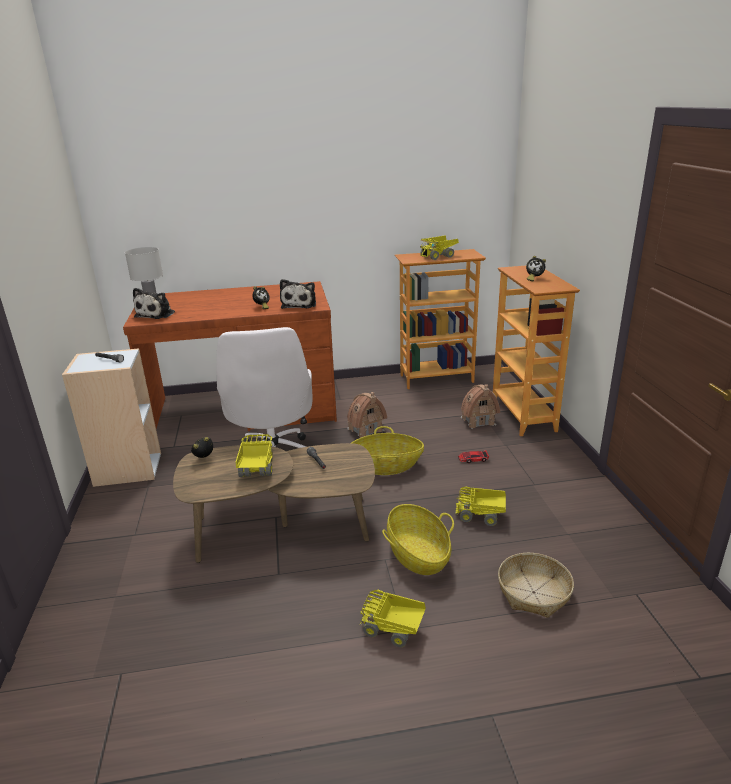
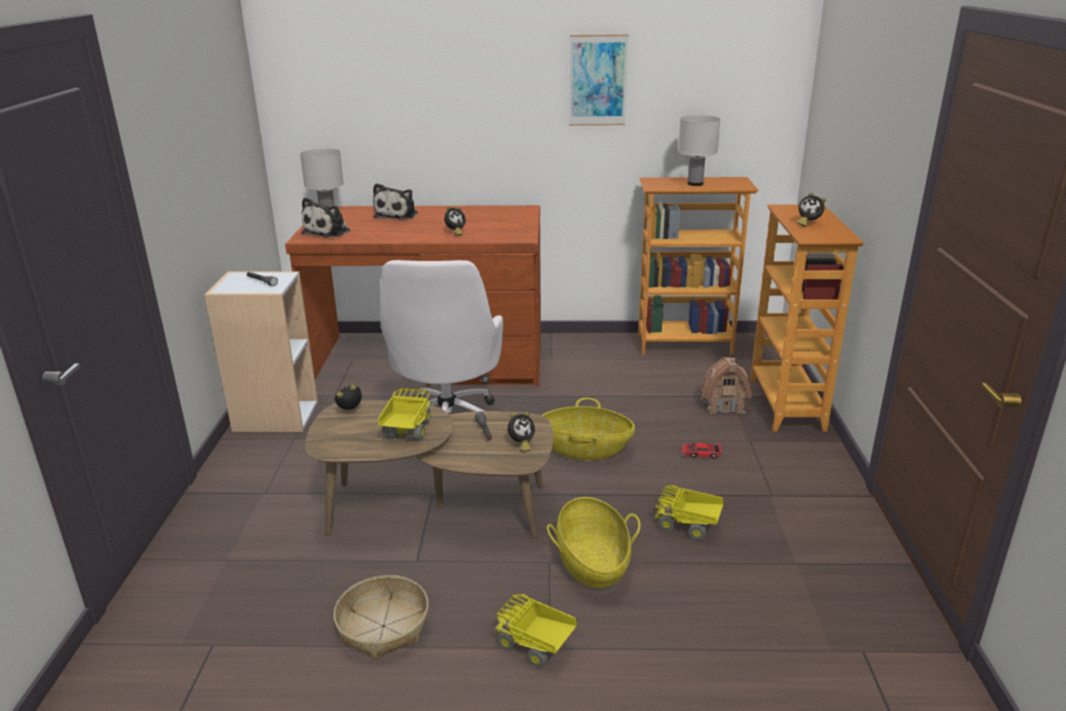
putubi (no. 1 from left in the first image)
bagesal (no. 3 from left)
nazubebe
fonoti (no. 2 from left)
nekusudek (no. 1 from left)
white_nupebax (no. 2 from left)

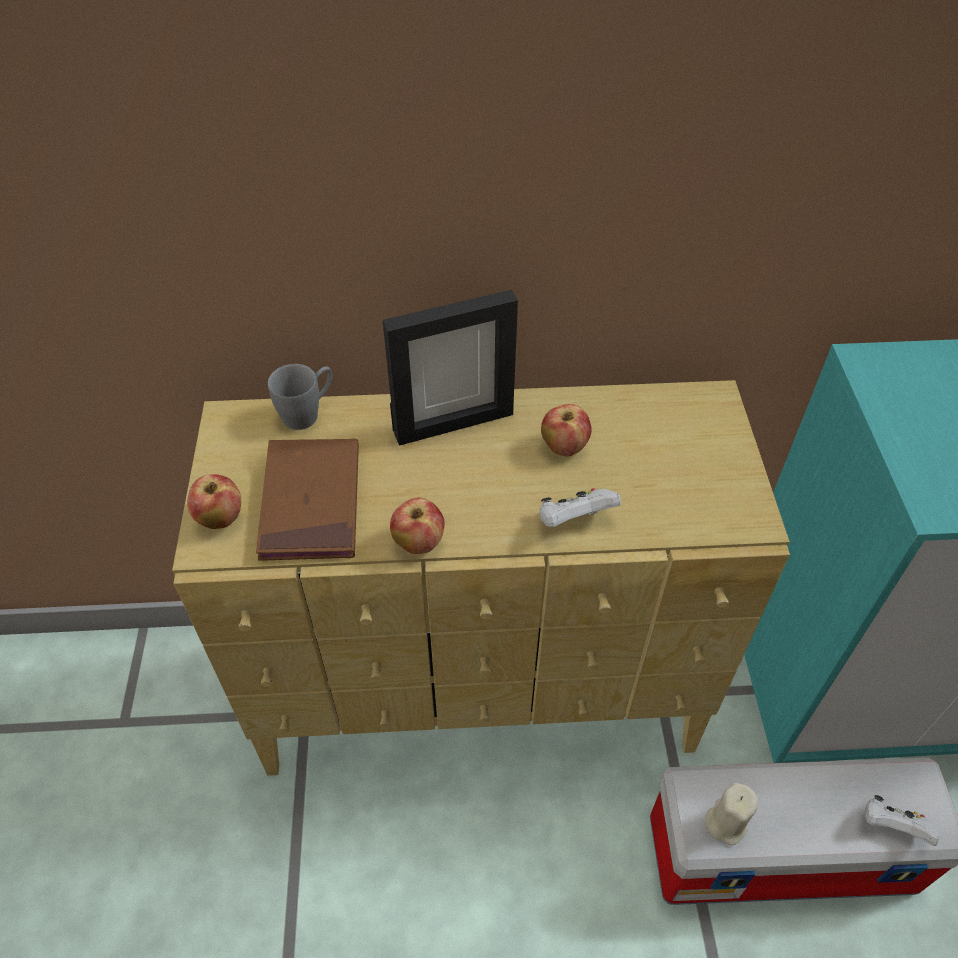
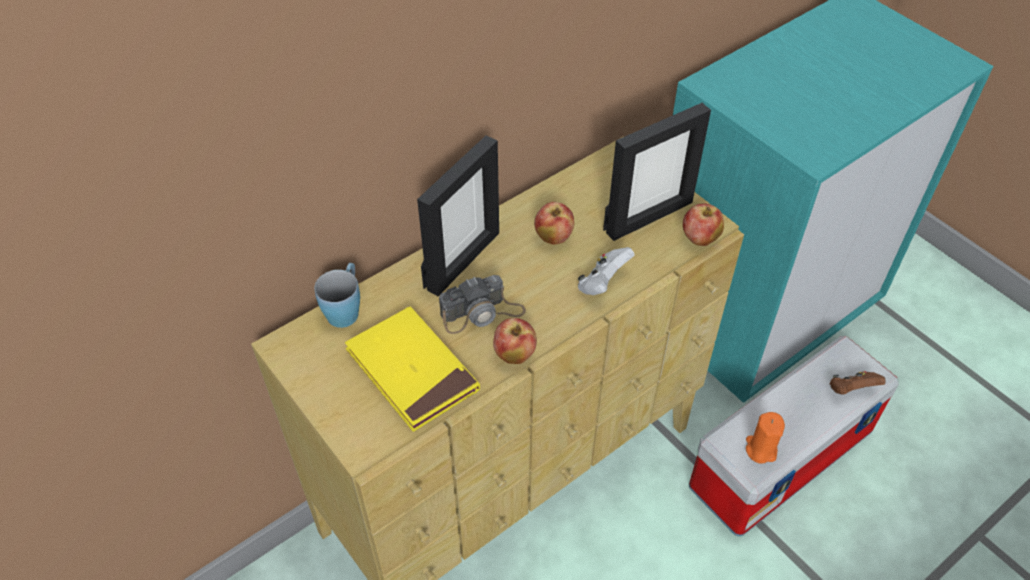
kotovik
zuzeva (no. 2 from left)
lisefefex (no. 3 from left)
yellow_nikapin
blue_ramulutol
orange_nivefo
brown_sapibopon

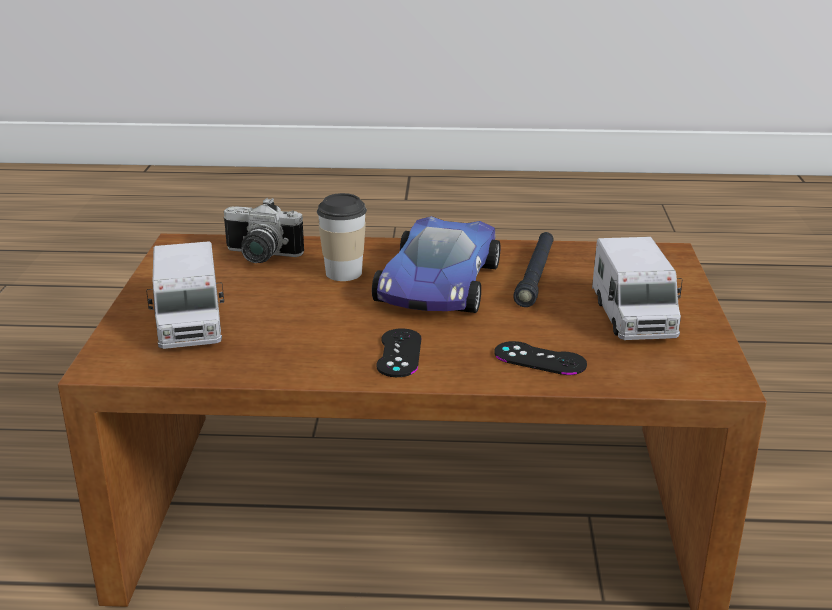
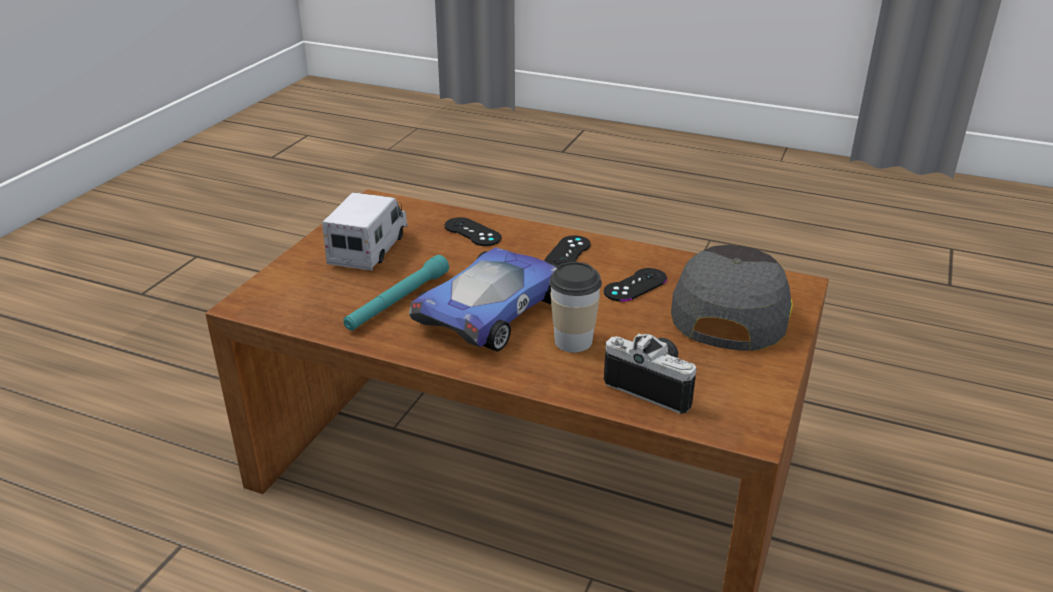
black_sapibopon (no. 3 from left)
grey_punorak
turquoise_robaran

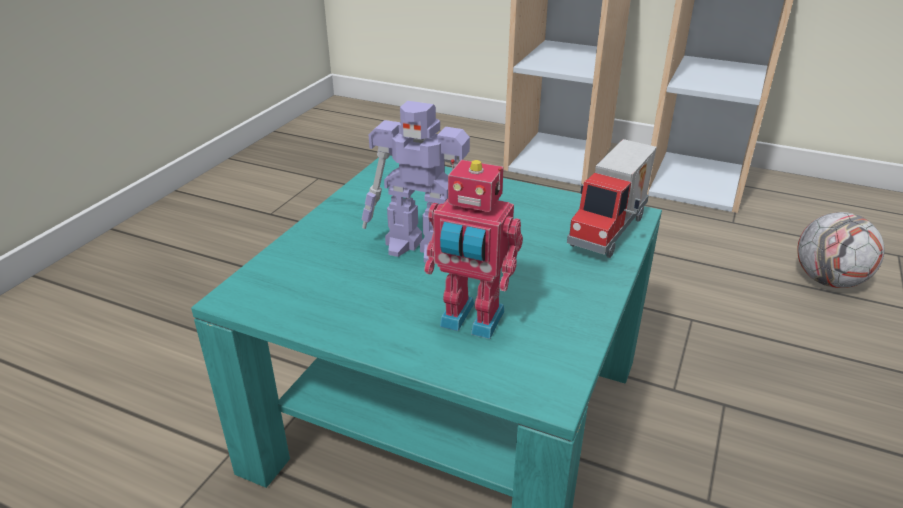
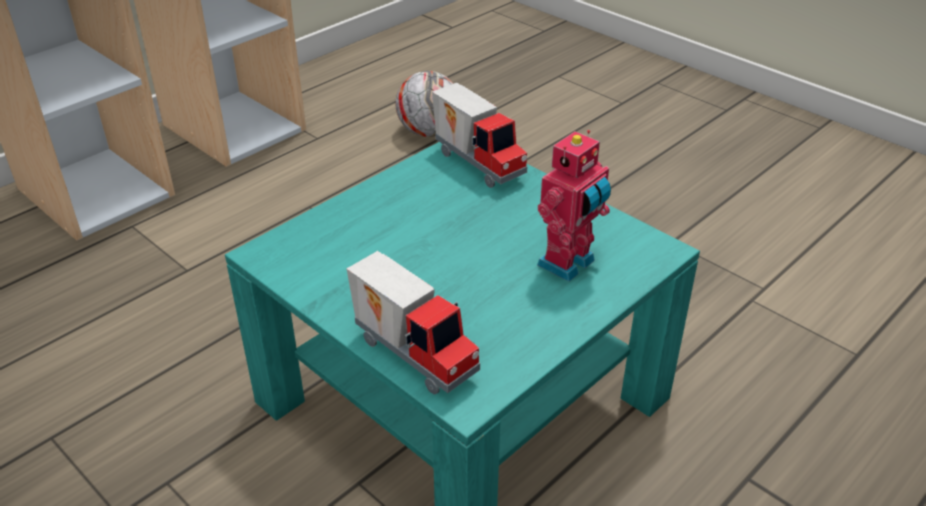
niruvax (no. 1 from left in the first image)
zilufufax (no. 1 from left)

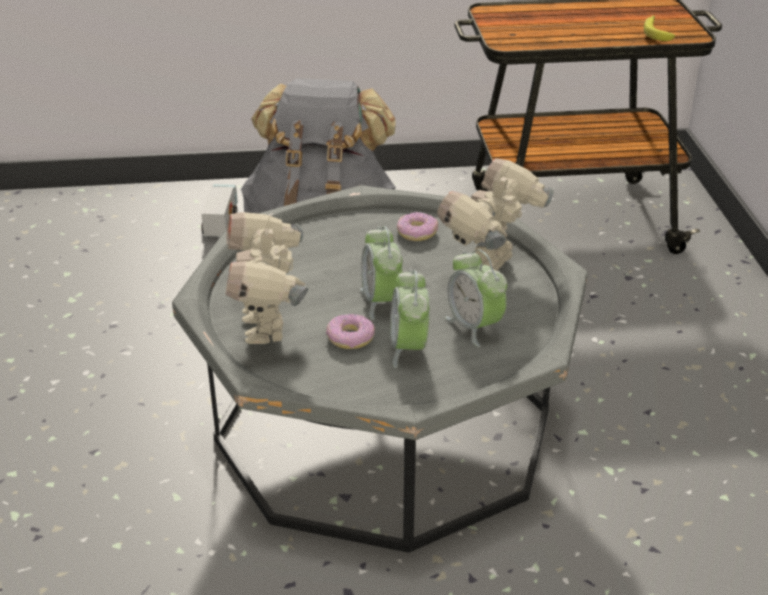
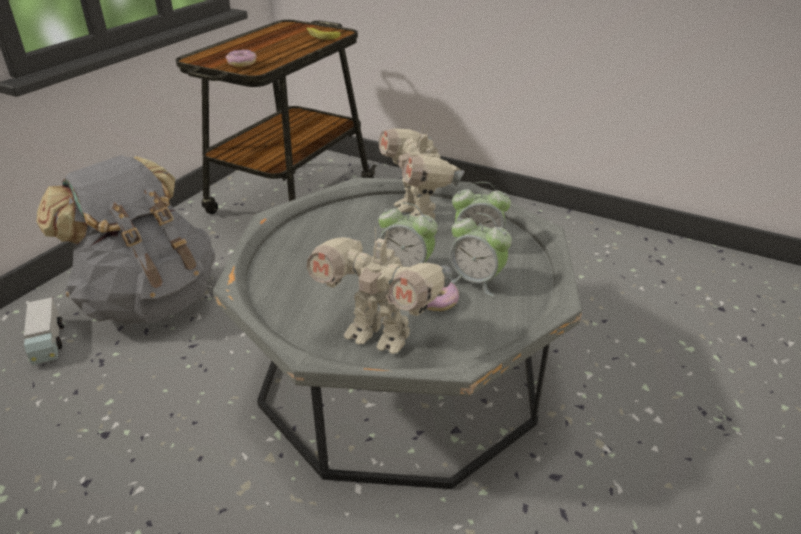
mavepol (no. 1 from left)
zilufufax

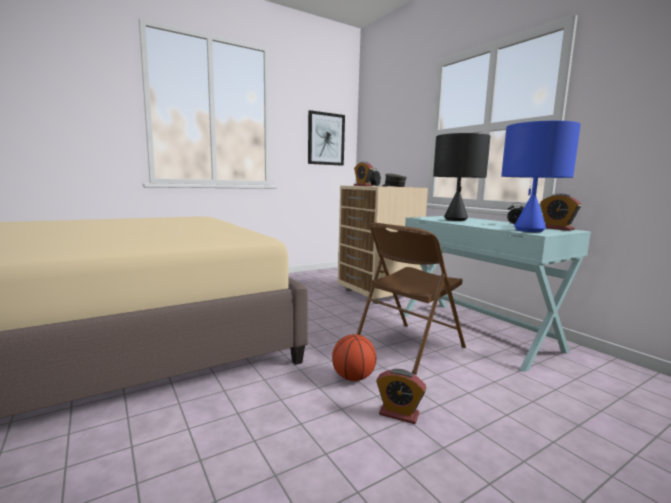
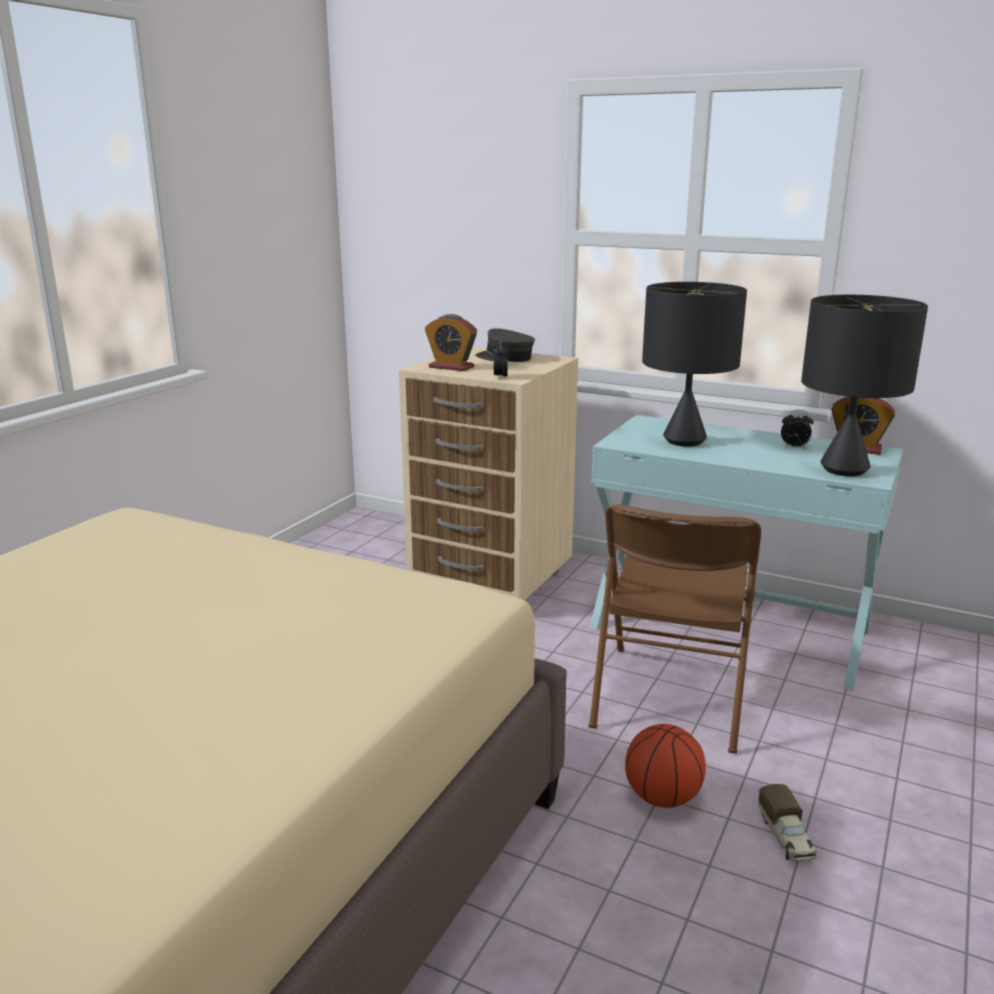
nazubebe
zilufufax
black_nupebax (no. 2 from left)

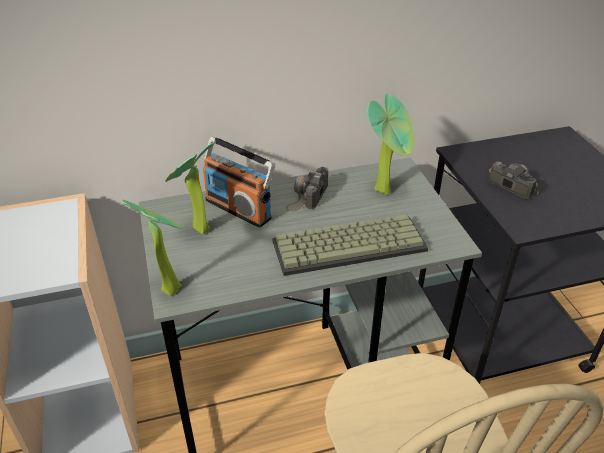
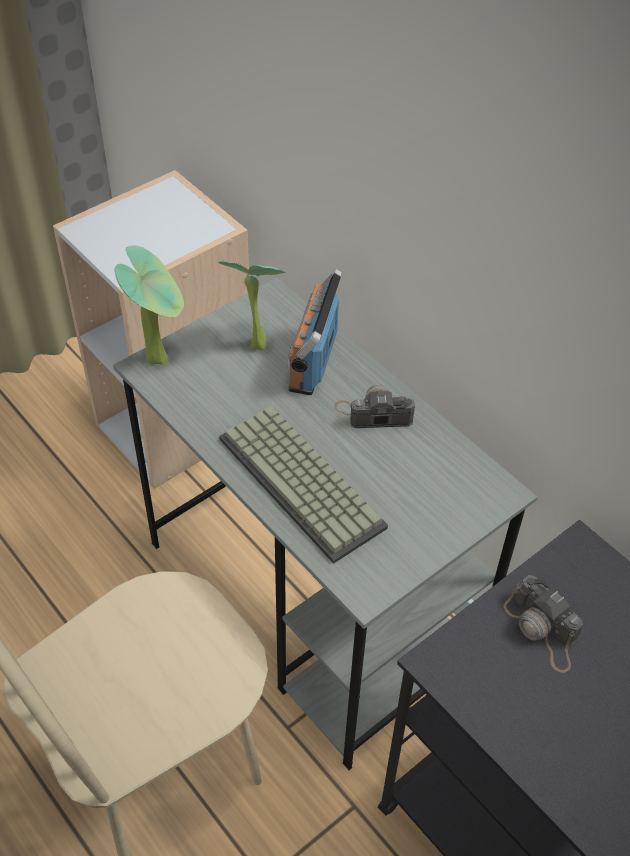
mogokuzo (no. 3 from left in the first image)
kotovik (no. 2 from left)

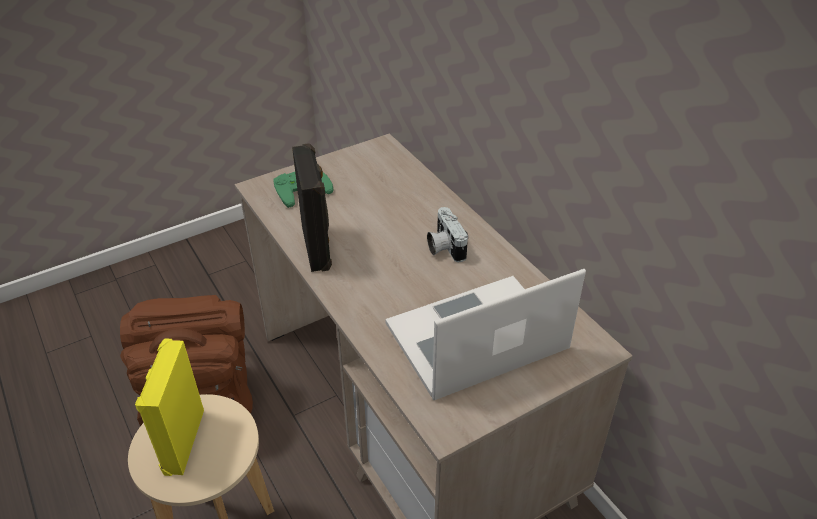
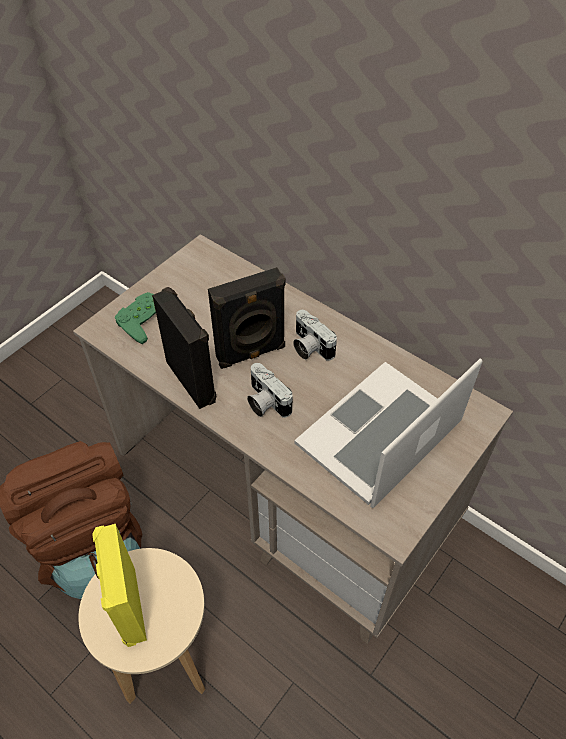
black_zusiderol (no. 2 from left)
kotovik (no. 1 from left)

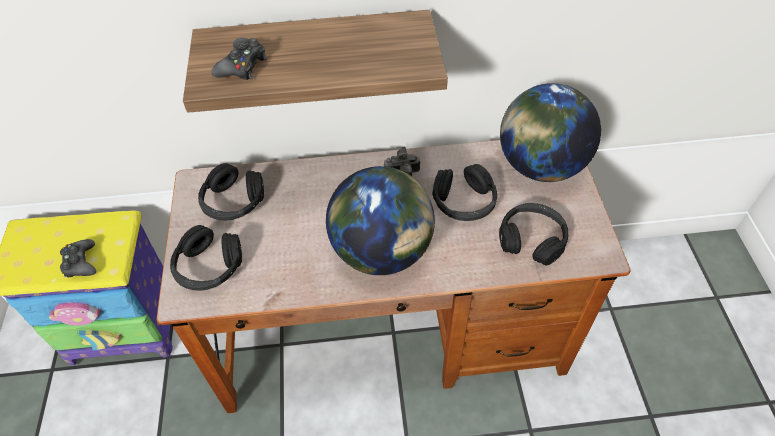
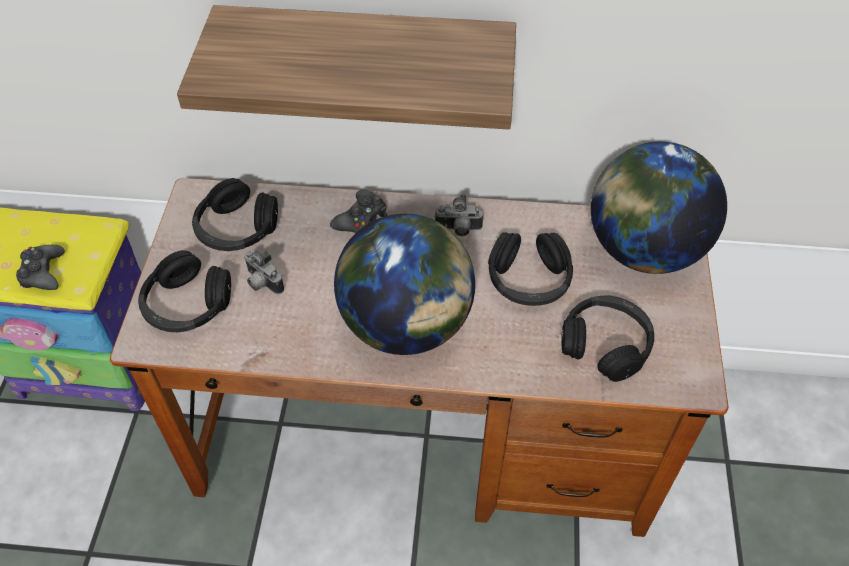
kotovik (no. 1 from left)
black_sapibopon (no. 2 from left)

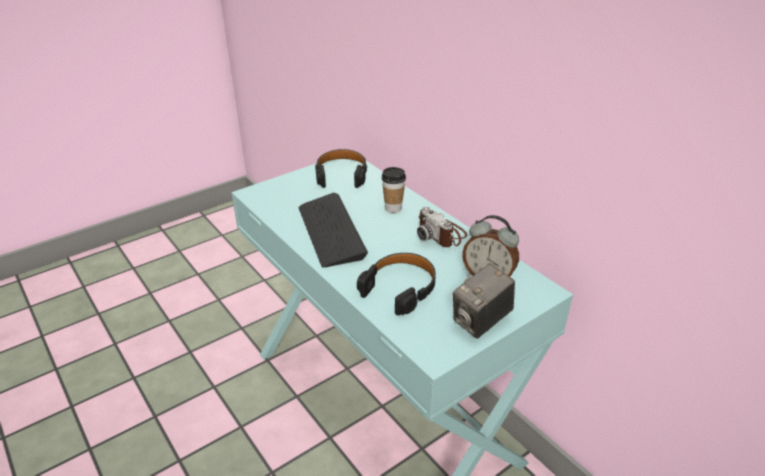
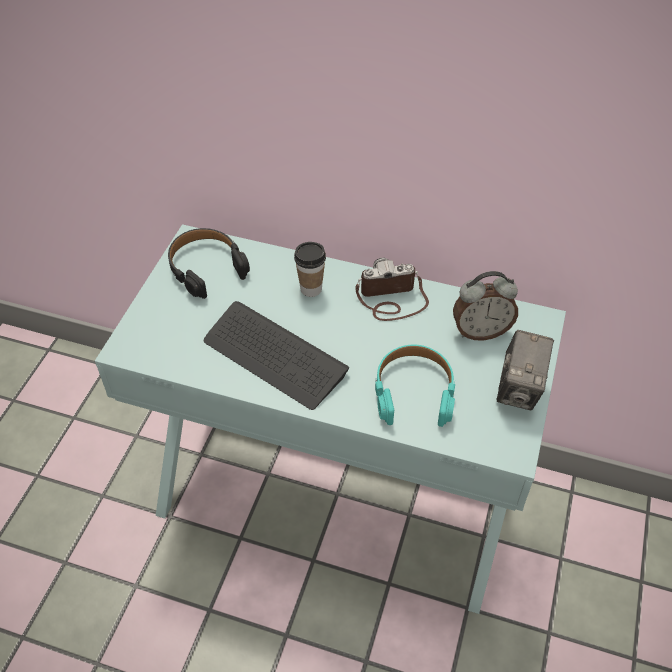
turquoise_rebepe
kotovik (no. 1 from left)

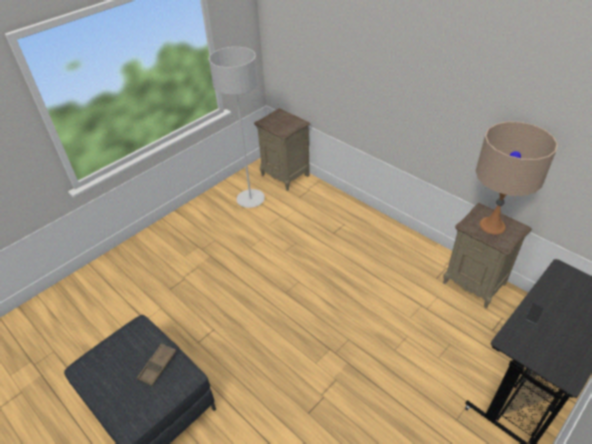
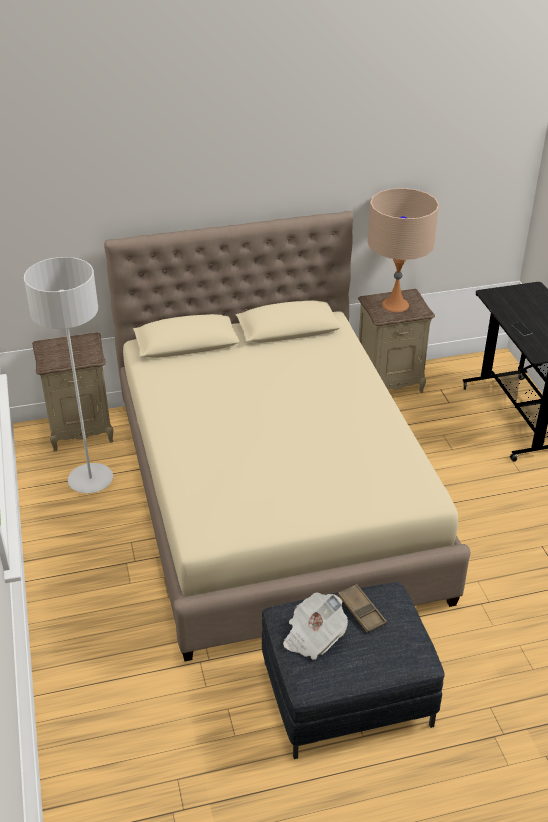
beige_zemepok
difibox

